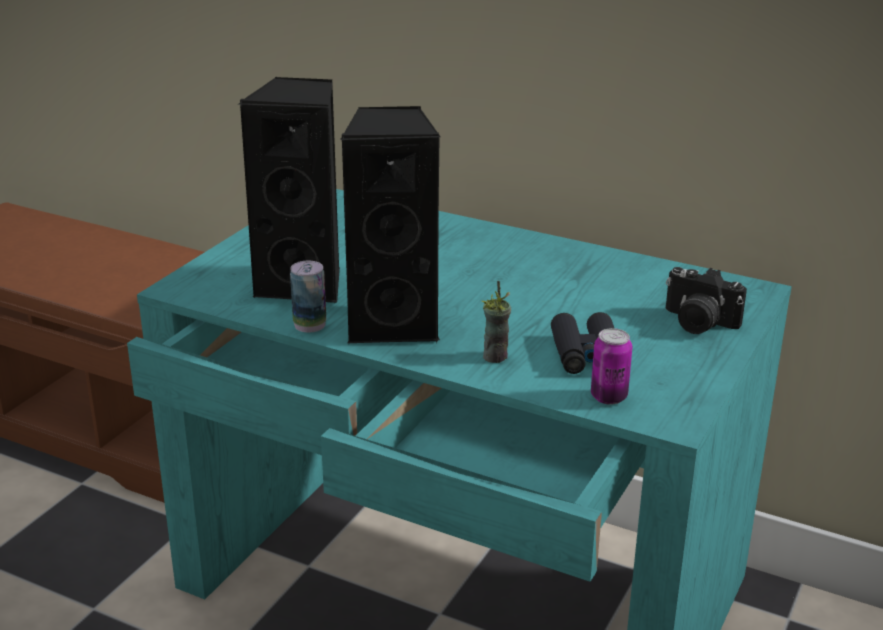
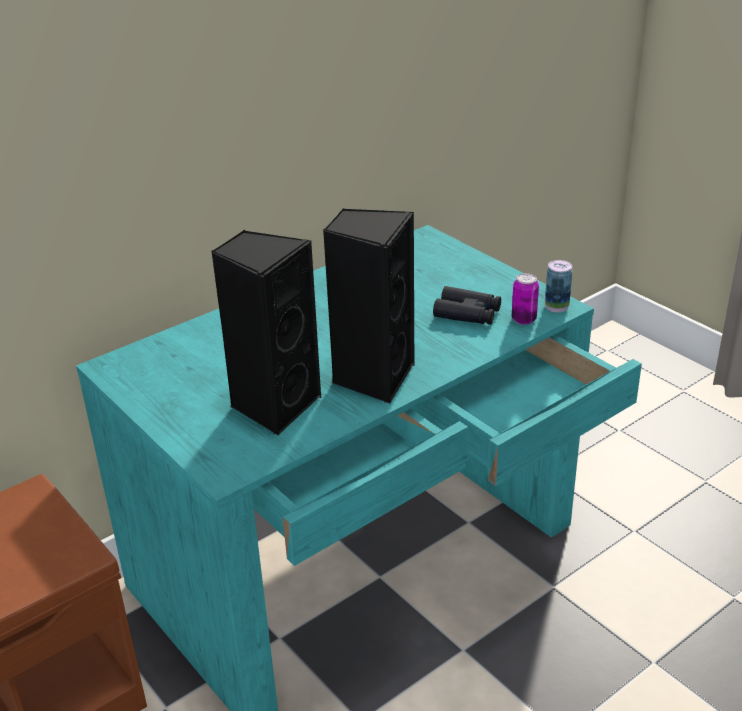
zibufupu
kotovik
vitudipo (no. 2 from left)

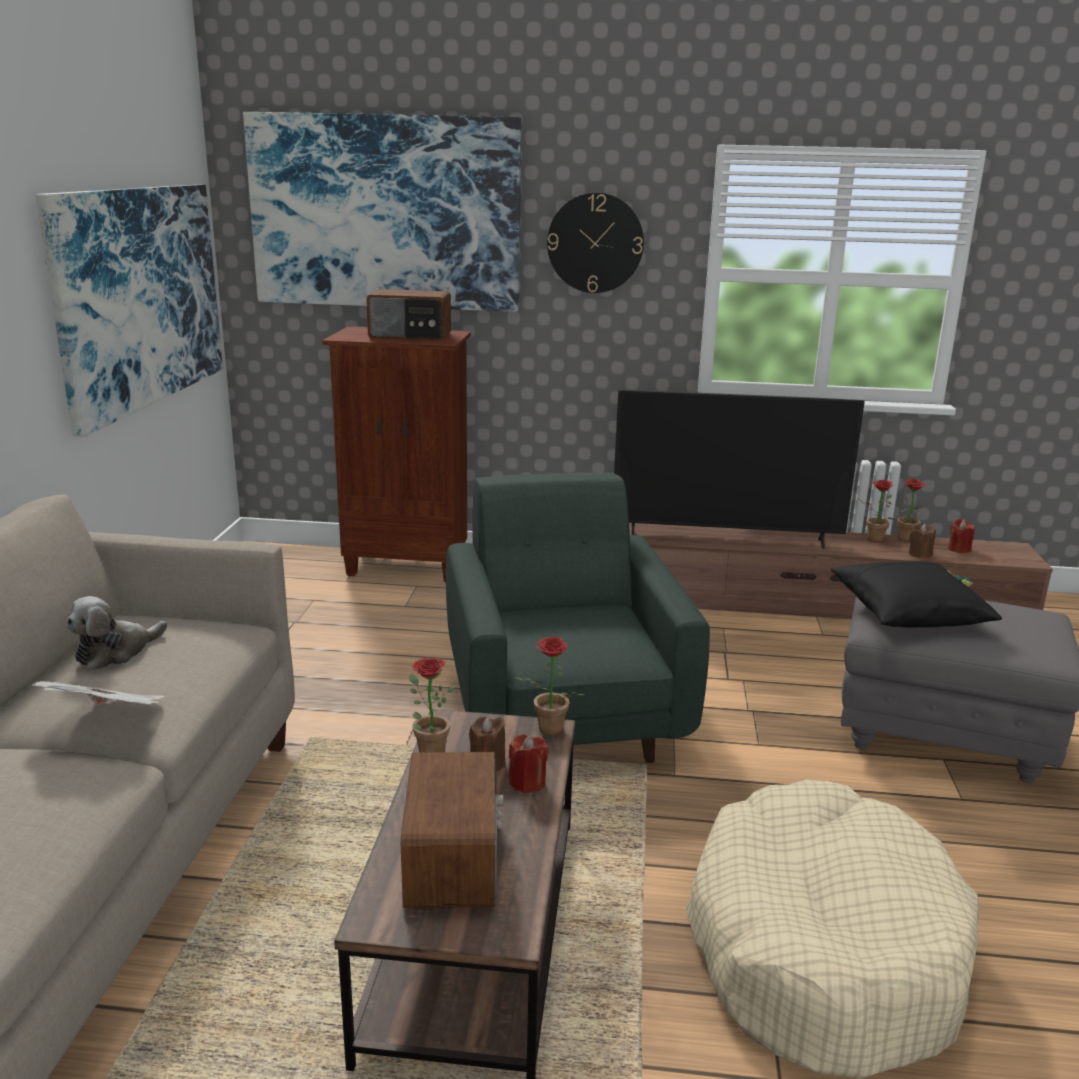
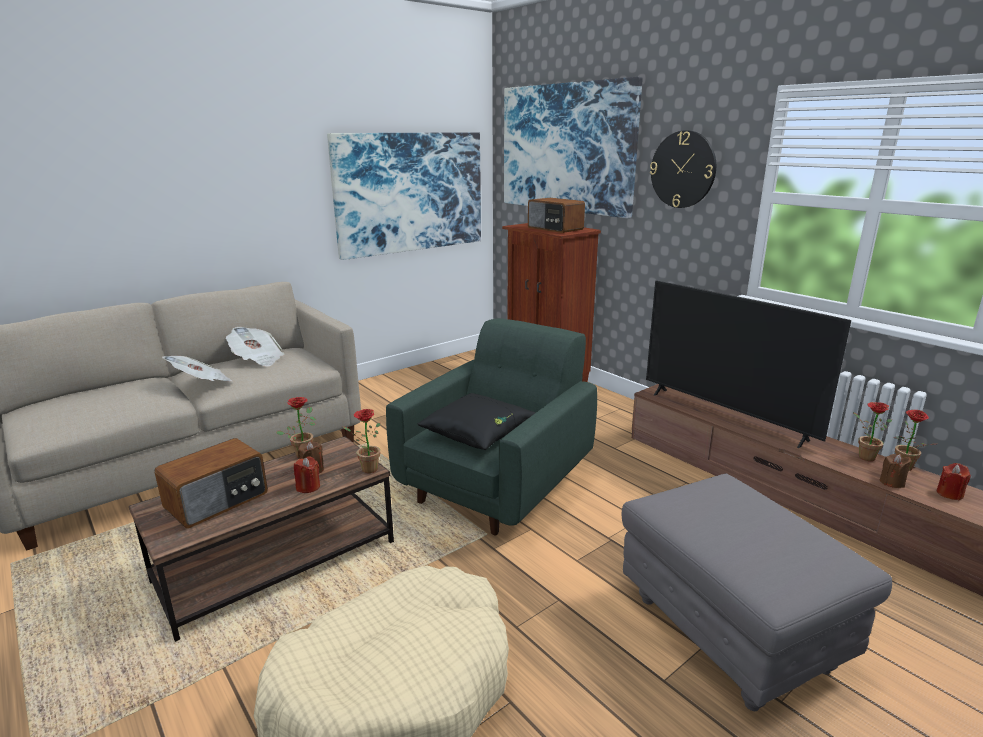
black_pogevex
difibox (no. 2 from left)

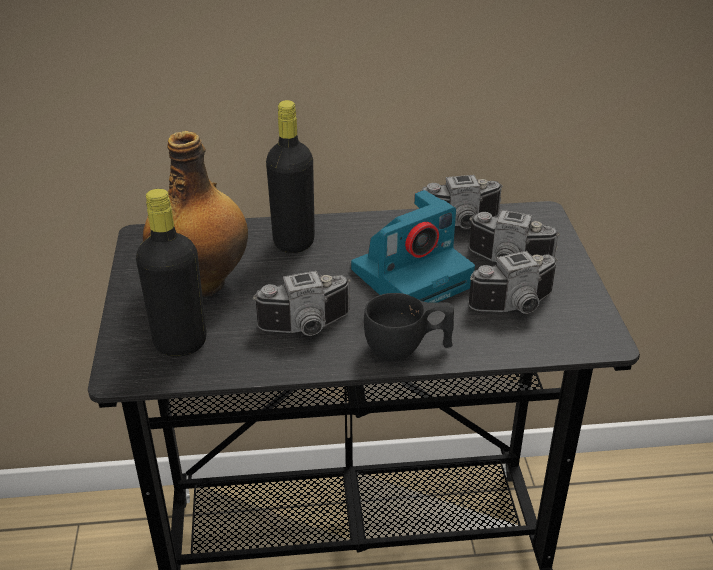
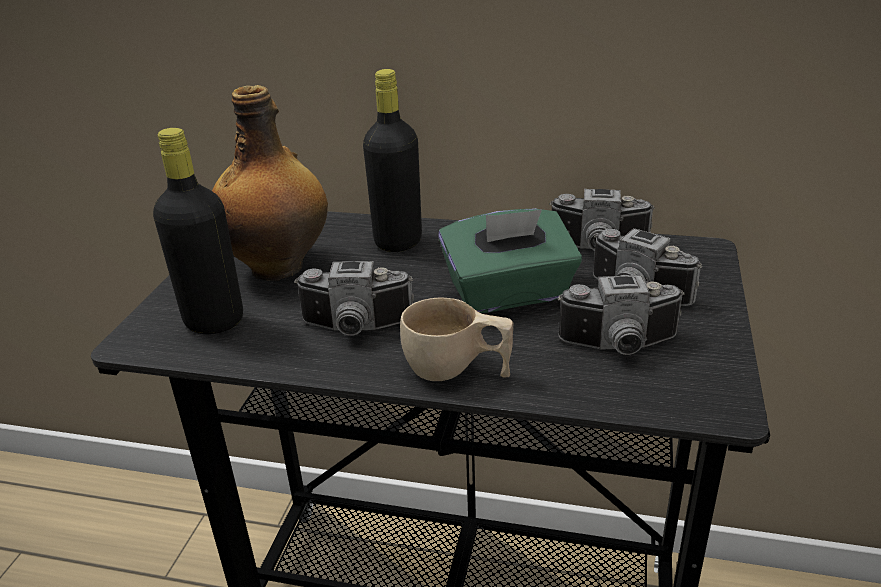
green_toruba
beige_zibufupu

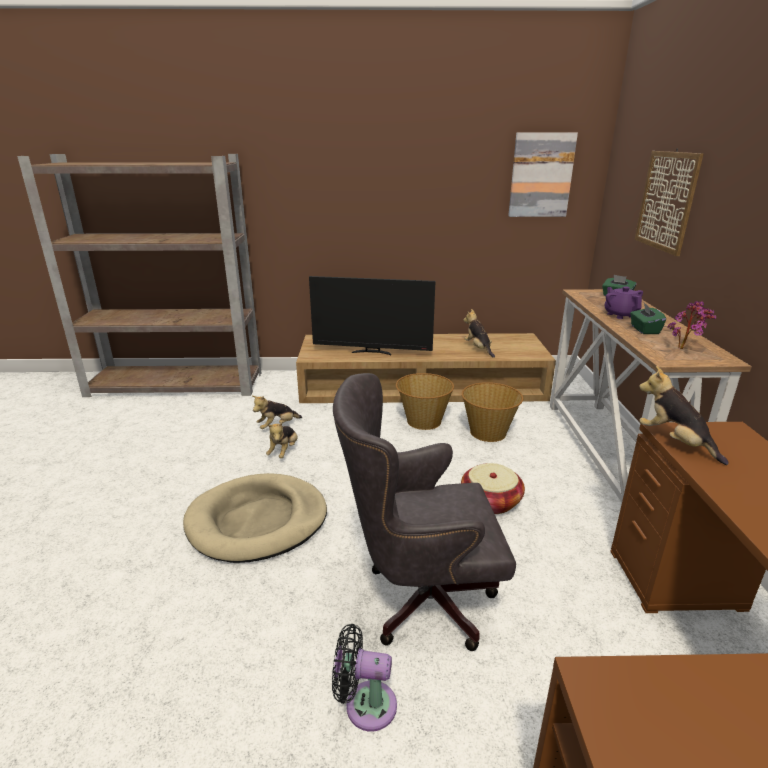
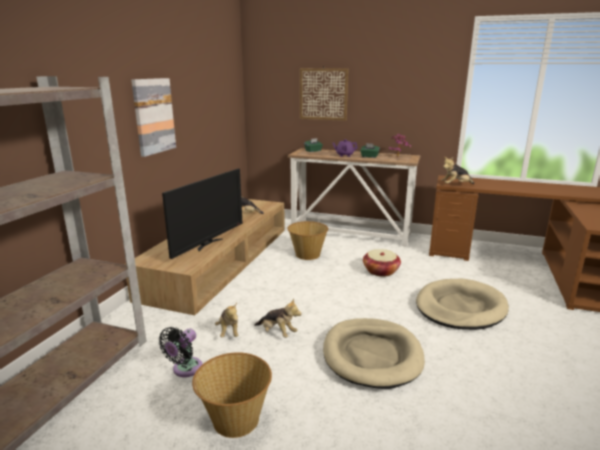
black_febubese
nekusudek (no. 1 from left)
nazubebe (no. 1 from left)
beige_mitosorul (no. 2 from left)

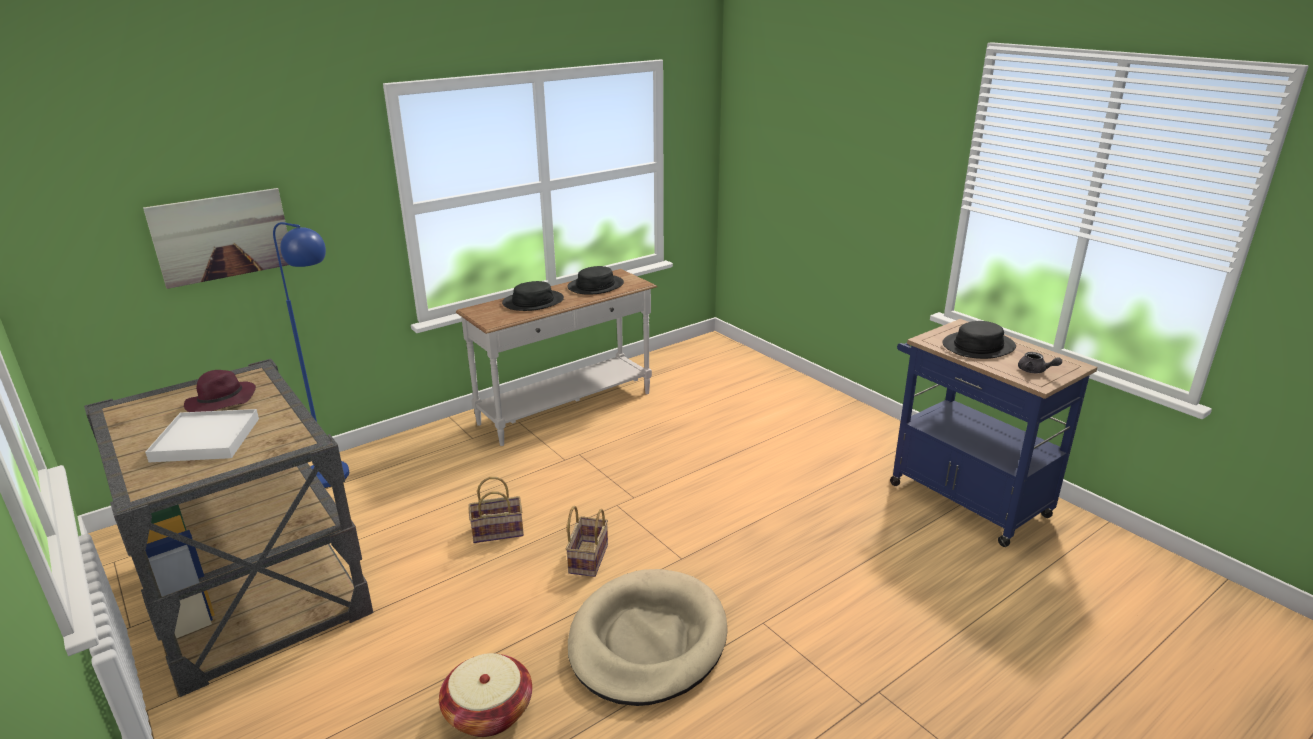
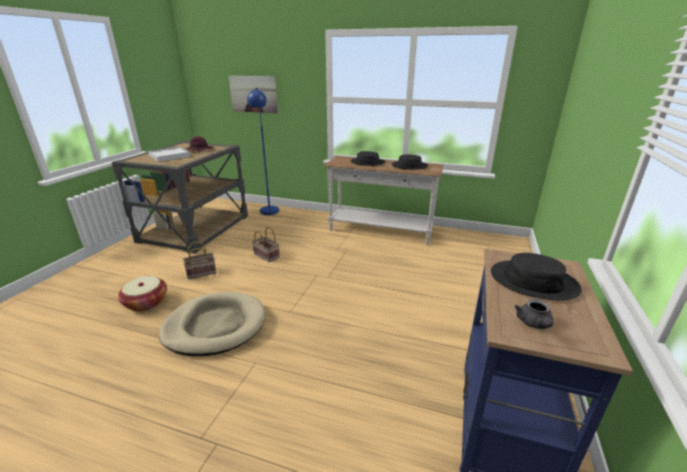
nekusudek (no. 2 from left)

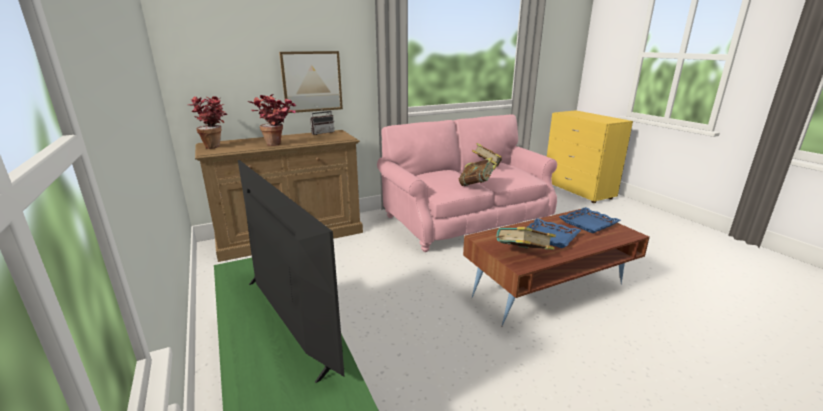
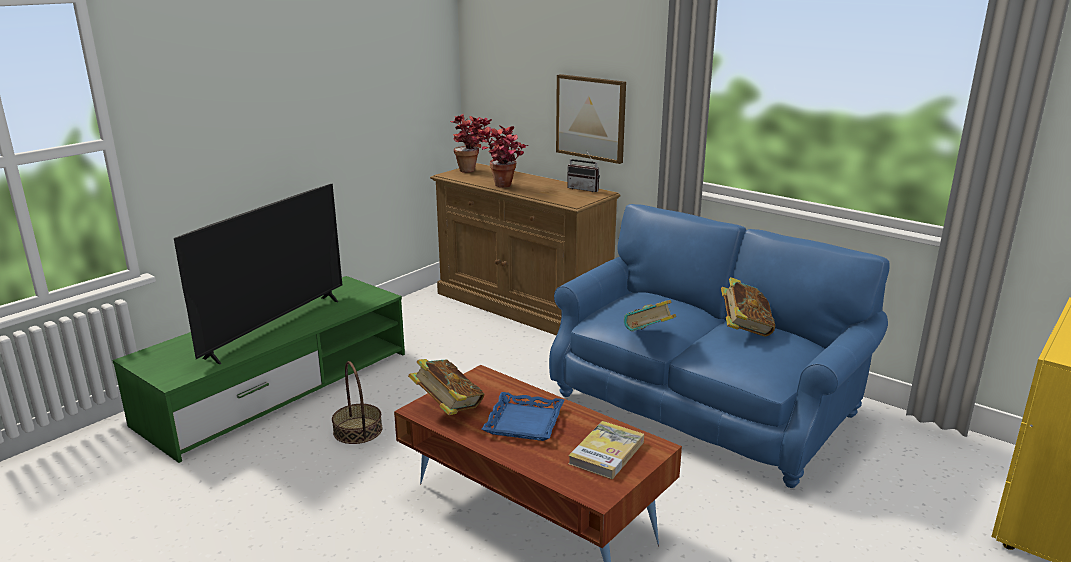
nekusudek
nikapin (no. 2 from left)
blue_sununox

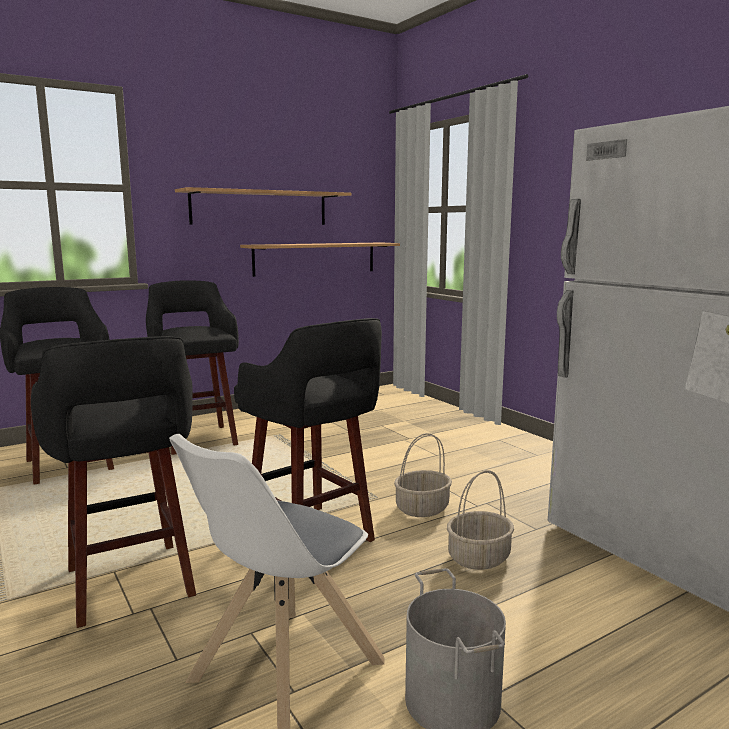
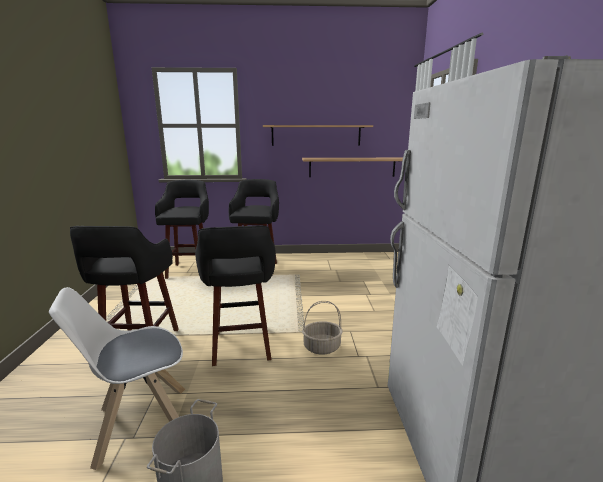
nekusudek (no. 2 from left in the first image)

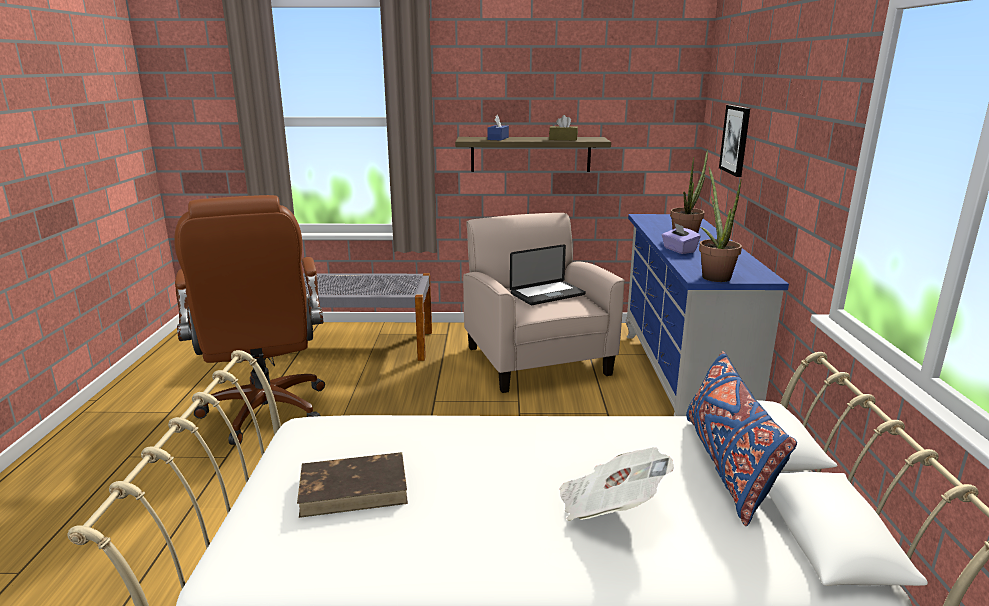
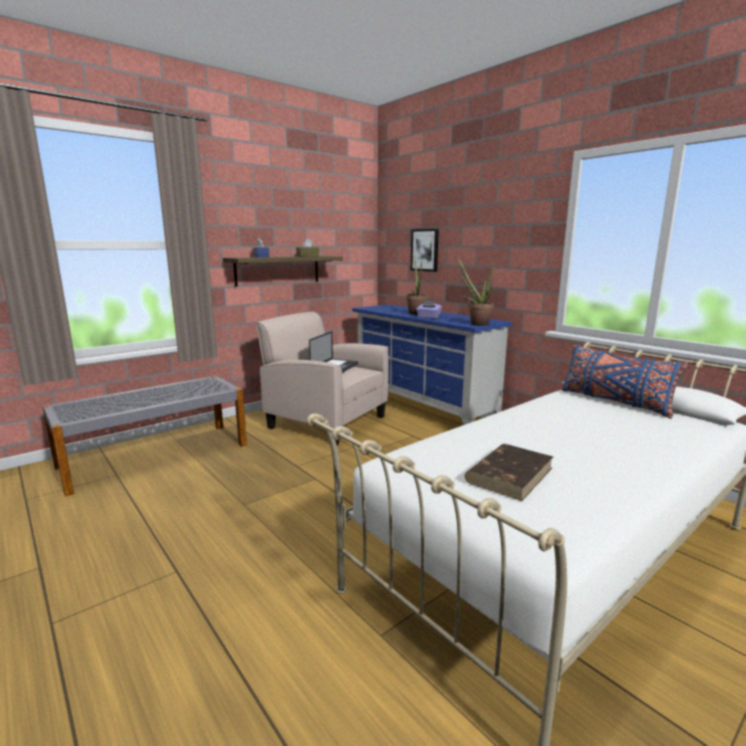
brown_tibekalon
difibox

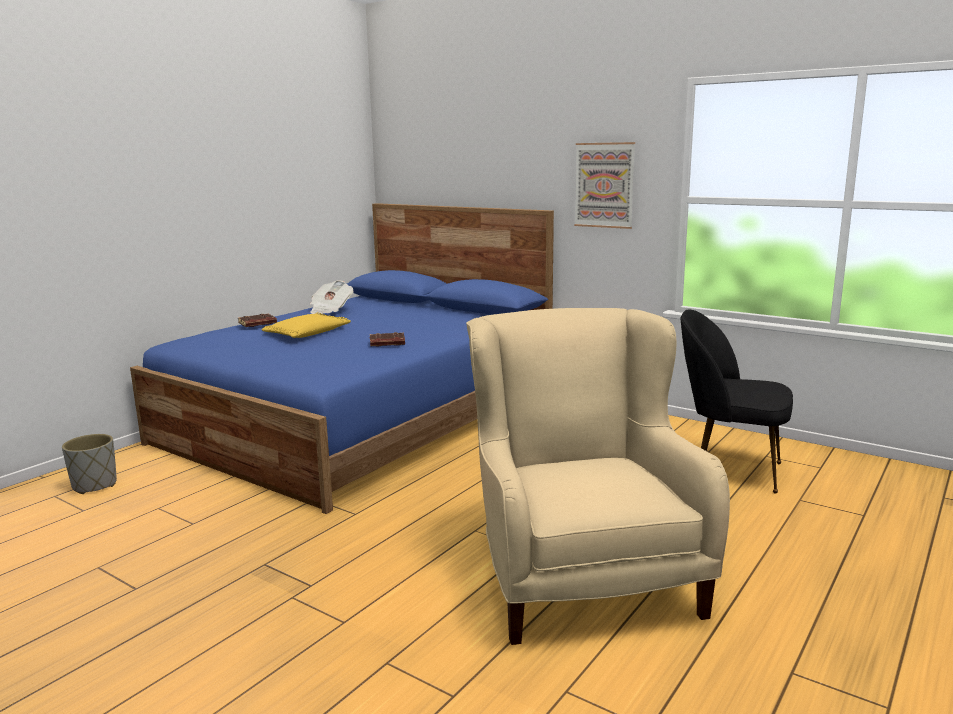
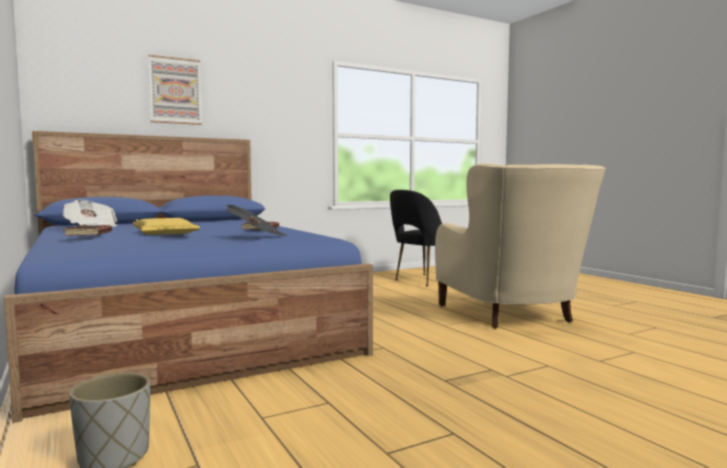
difibox (no. 2 from left)
nazubebe
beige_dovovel

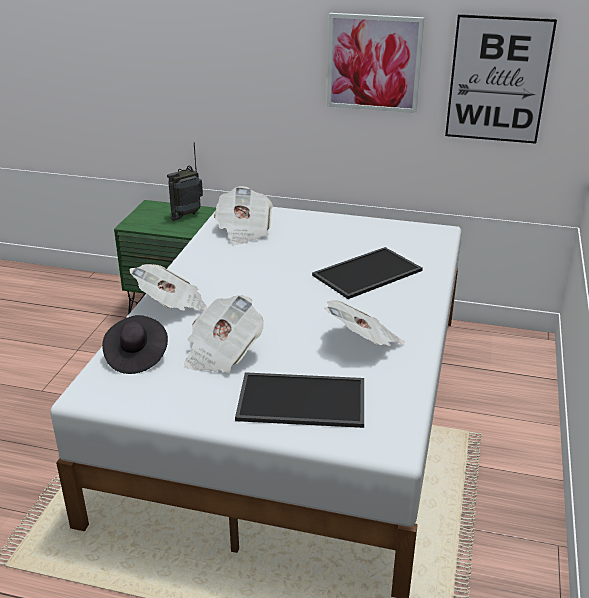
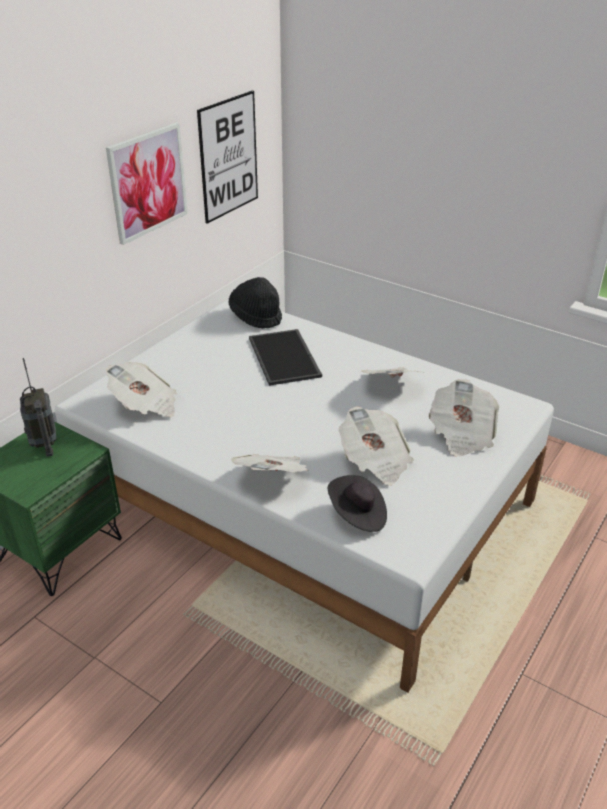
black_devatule (no. 1 from left)
difibox (no. 5 from left)

